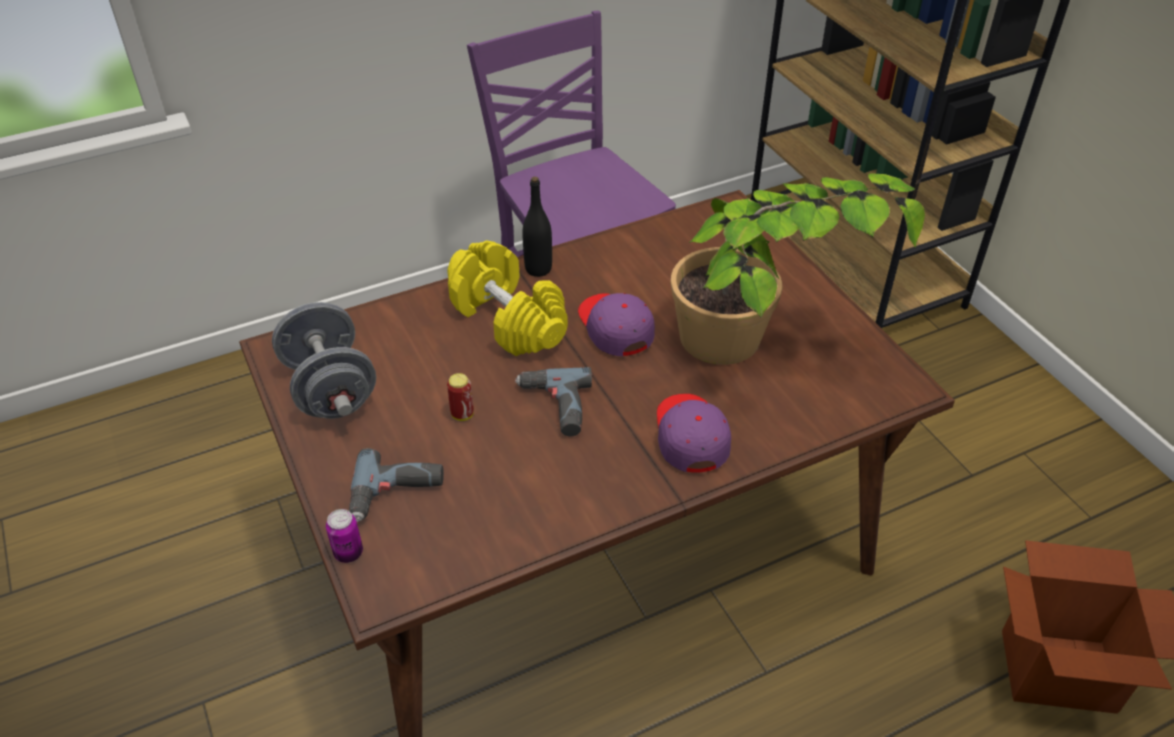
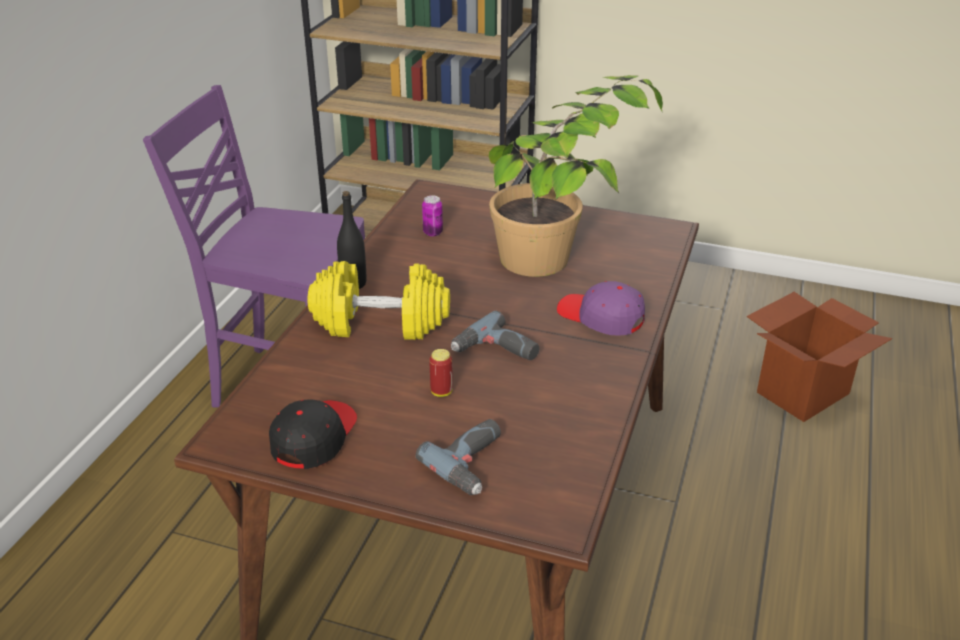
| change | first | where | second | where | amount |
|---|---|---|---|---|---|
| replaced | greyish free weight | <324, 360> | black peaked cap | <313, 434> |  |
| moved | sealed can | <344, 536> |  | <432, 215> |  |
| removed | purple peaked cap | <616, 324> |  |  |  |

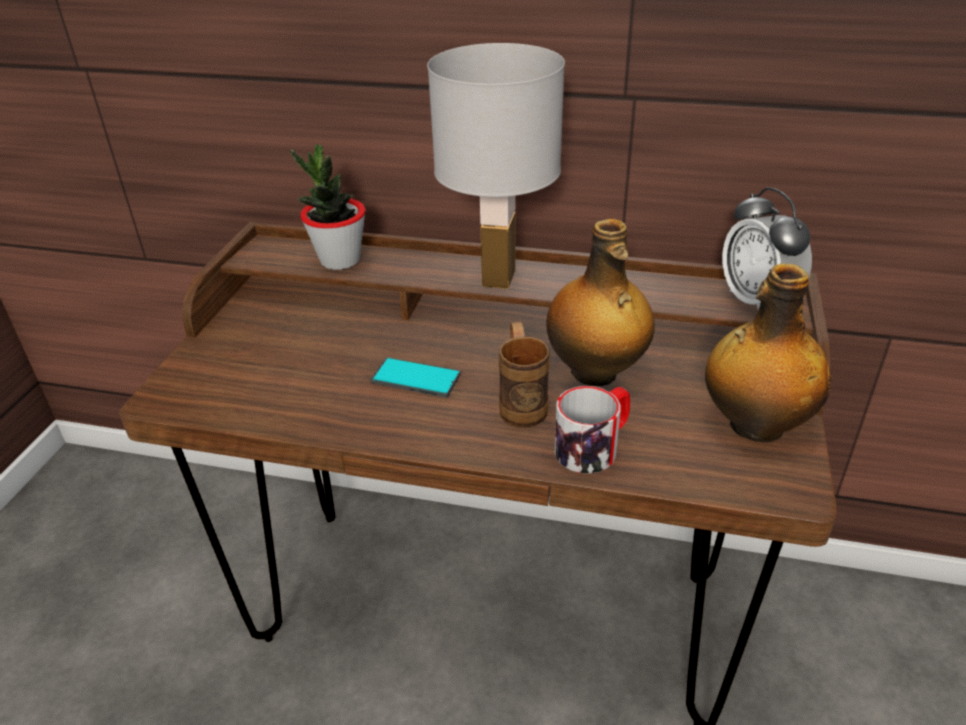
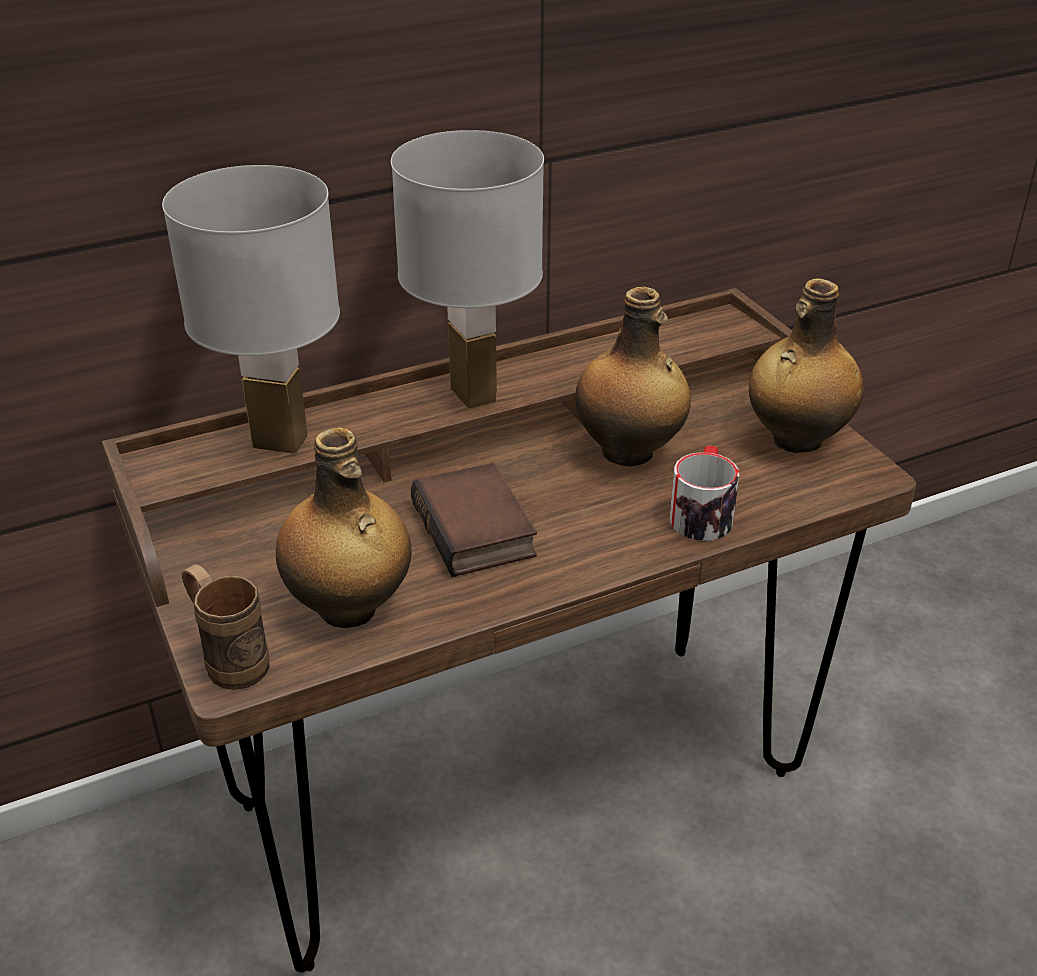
| change | first | where | second | where | amount |
|---|---|---|---|---|---|
| replaced | potted plant | <328, 207> | white tabletop lamp | <251, 309> |  |
| replaced | telephone | <416, 377> | volume | <474, 520> |  |
| moved | brown-coloured mug | <524, 375> |  | <226, 627> |  |
| removed | bedside clock | <767, 248> |  |  |  |
| added |  |  | bottle | <343, 528> |  |

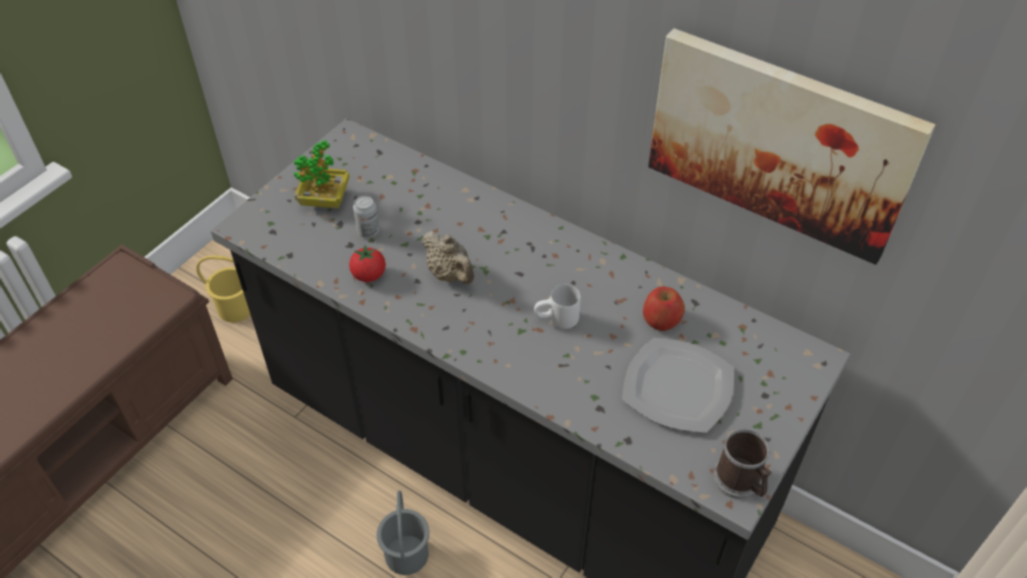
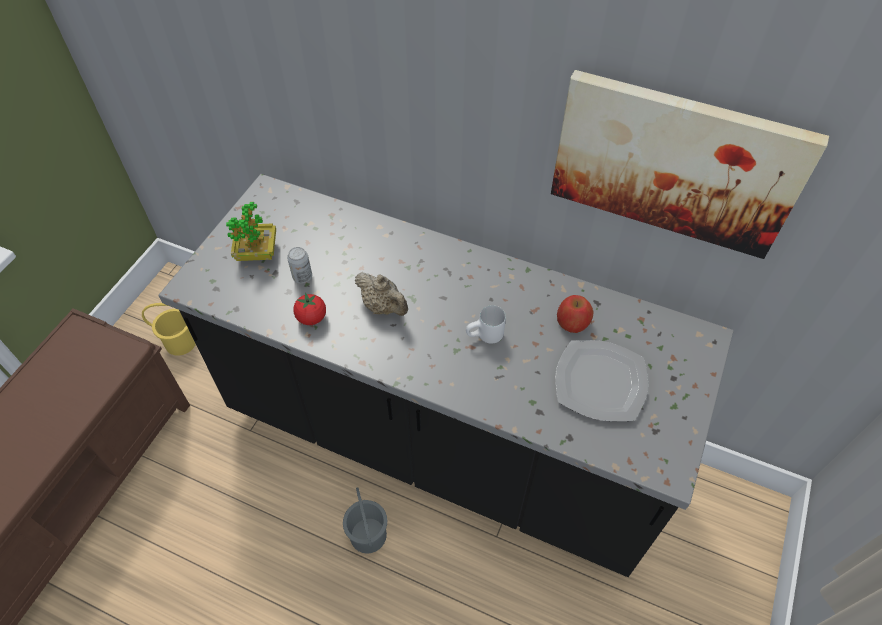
| change | first | where | second | where | amount |
|---|---|---|---|---|---|
| removed | mug | <742, 464> |  |  |  |

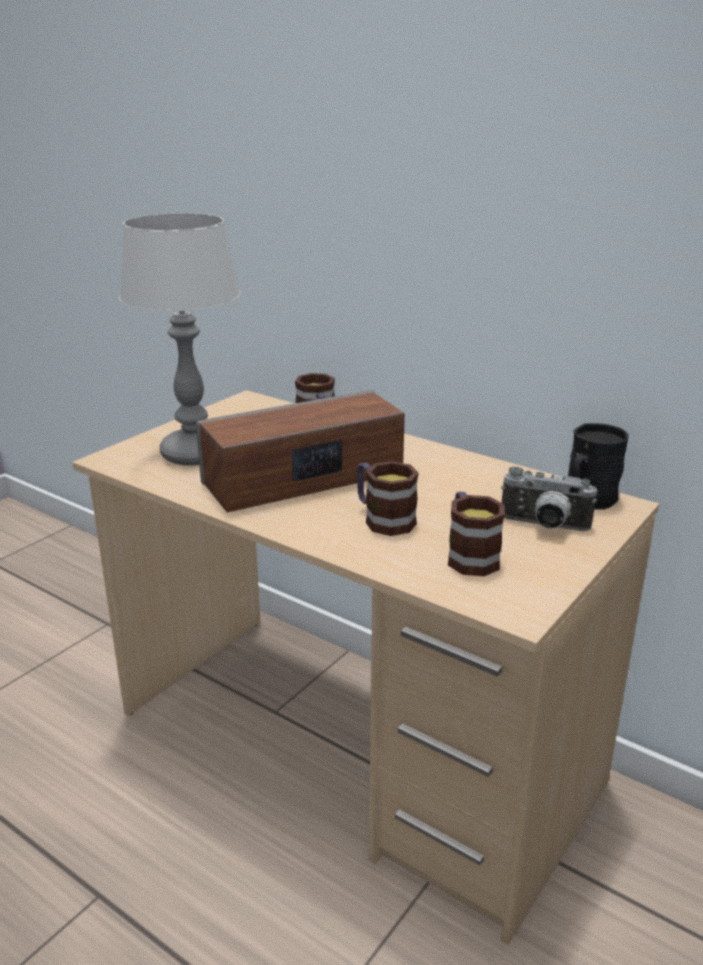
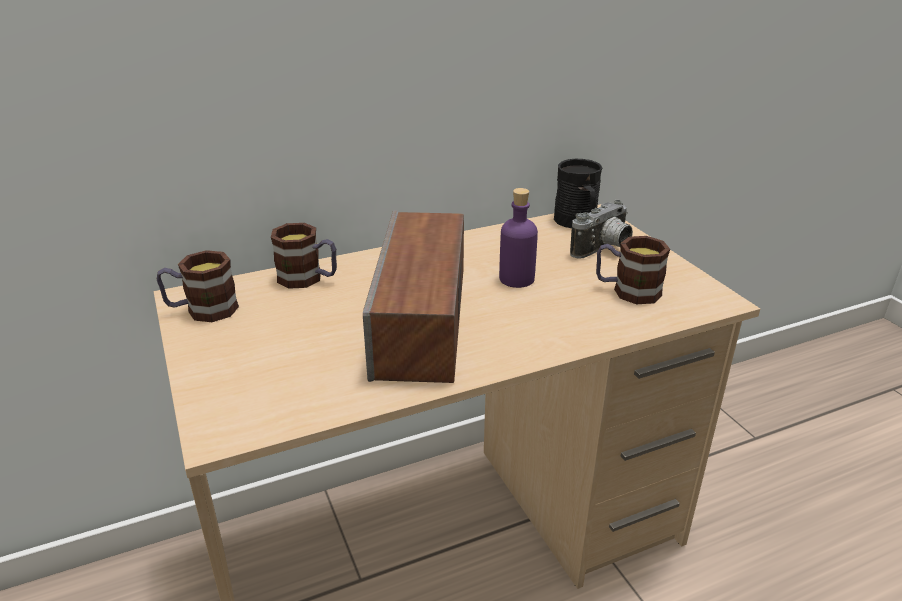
| change | first | where | second | where | amount |
|---|---|---|---|---|---|
| removed | tabletop lamp | <180, 339> |  |  |  |
| moved | mug | <388, 498> |  | <198, 286> |  |
| added |  |  | purple bottle | <518, 238> |  |

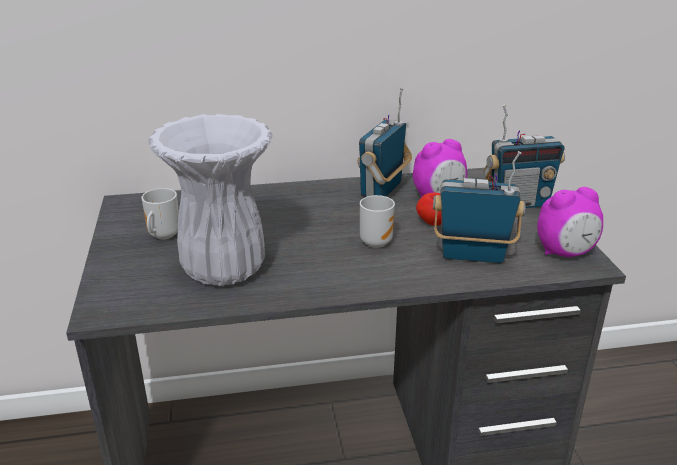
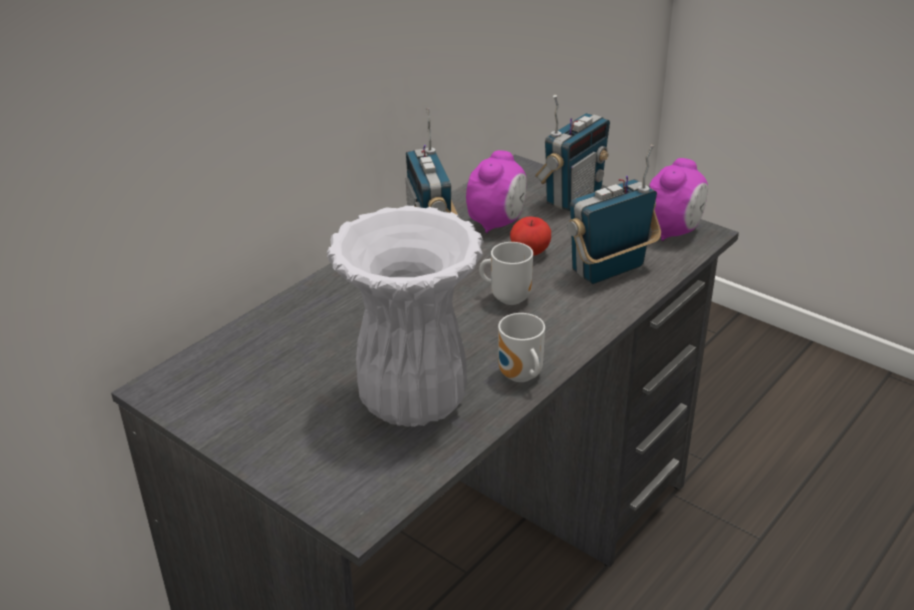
| change | first | where | second | where | amount |
|---|---|---|---|---|---|
| moved | mug | <160, 214> |  | <521, 347> |  |

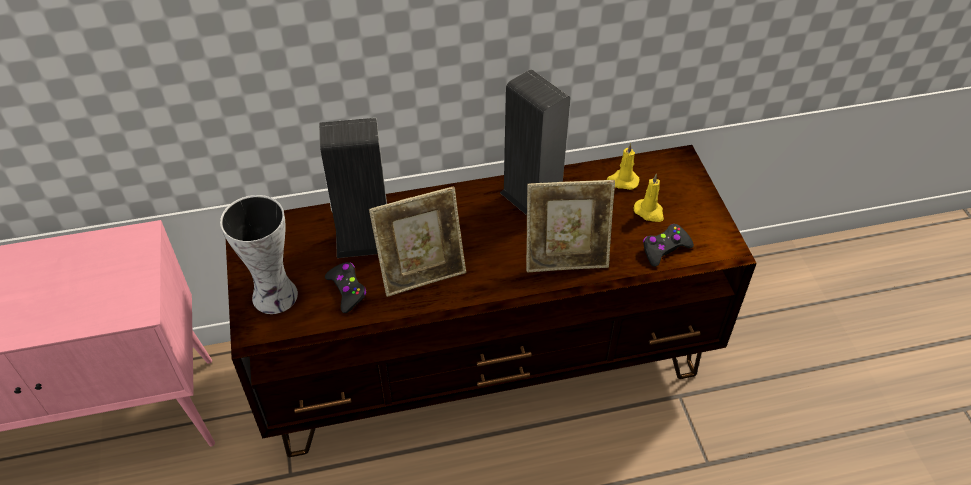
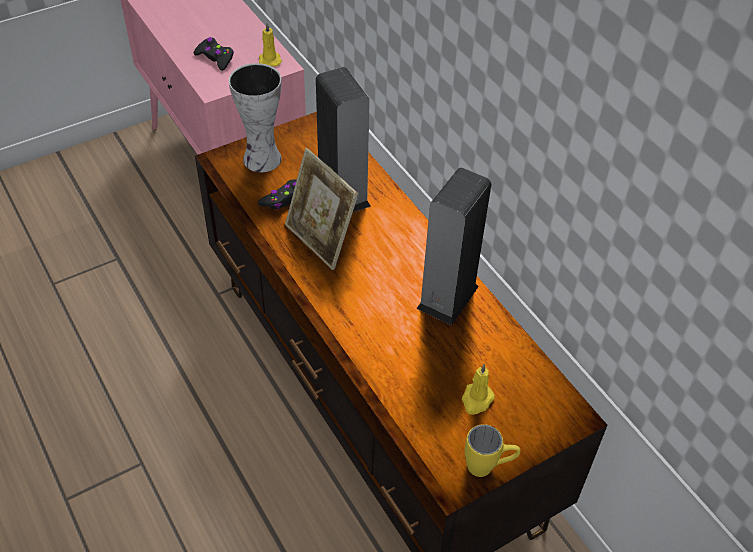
| change | first | where | second | where | amount |
|---|---|---|---|---|---|
| removed | picture frame | <570, 226> |  |  |  |
| moved | yellow-coloured candle | <623, 166> |  | <270, 44> |  |
| moved | black game controller | <668, 245> |  | <213, 54> |  |
| added |  |  | yellow-coloured mug | <492, 450> |  |

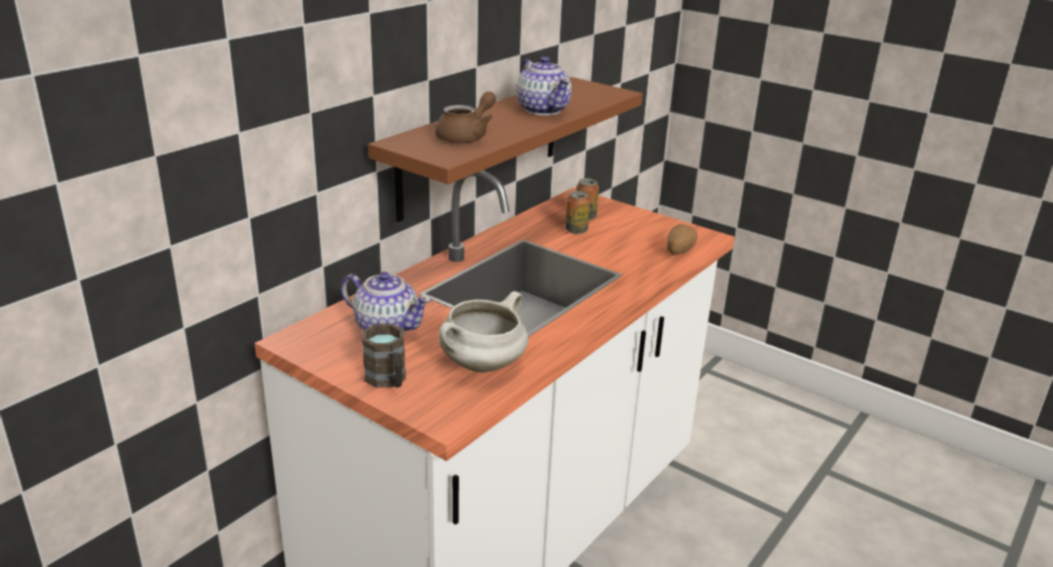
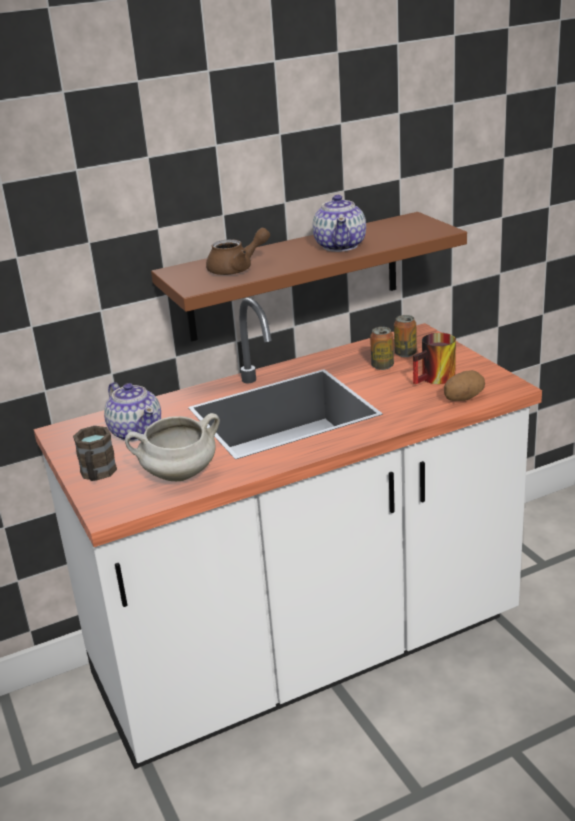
| change | first | where | second | where | amount |
|---|---|---|---|---|---|
| added |  |  | mug | <434, 358> |  |

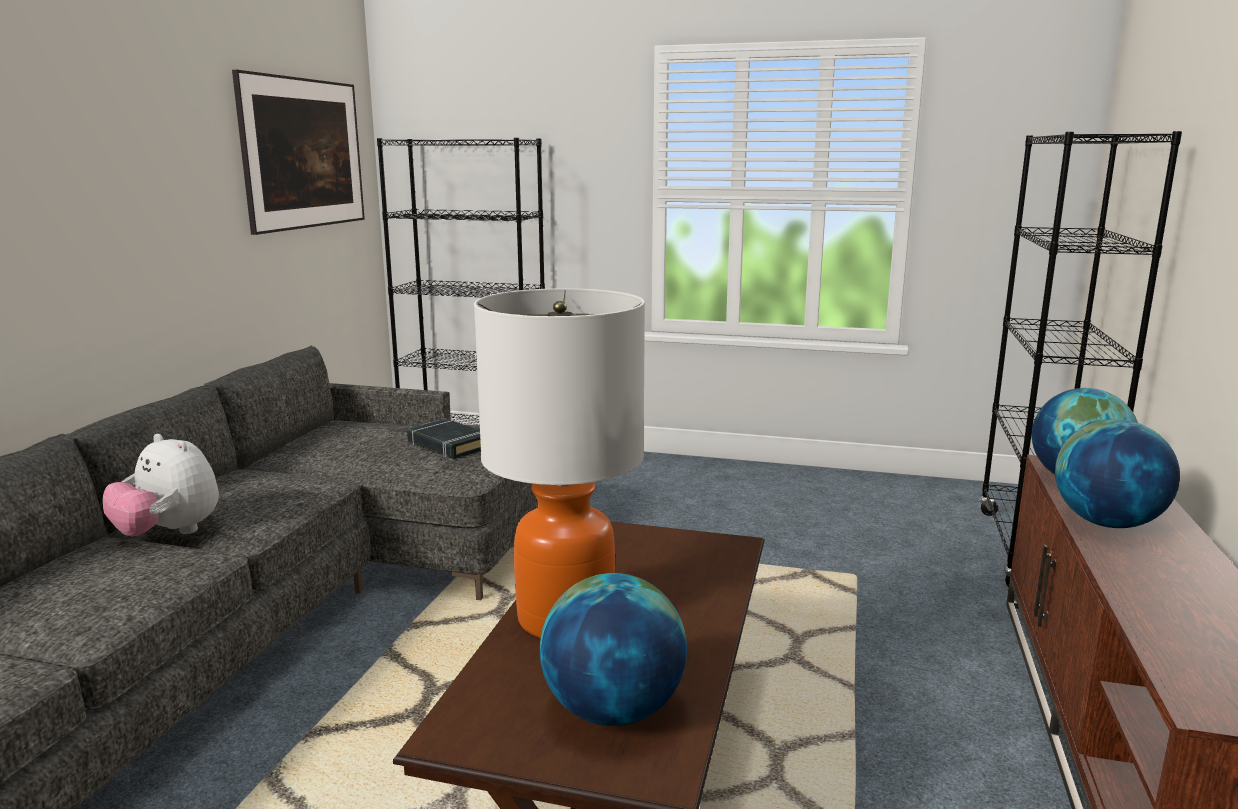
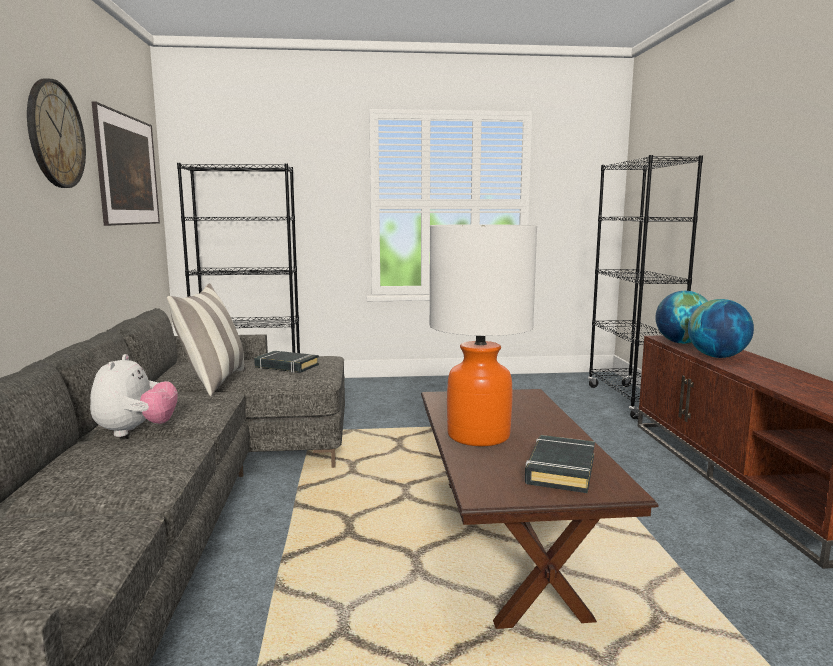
| change | first | where | second | where | amount |
|---|---|---|---|---|---|
| turned | plush toy | <161, 485> |  | <134, 395> | 105 degrees counterclockwise |
| replaced | globe | <613, 649> | black volume | <560, 464> |  |
| added |  |  | clock on the wall | <56, 133> |  |
| added |  |  | cushion | <206, 339> |  |

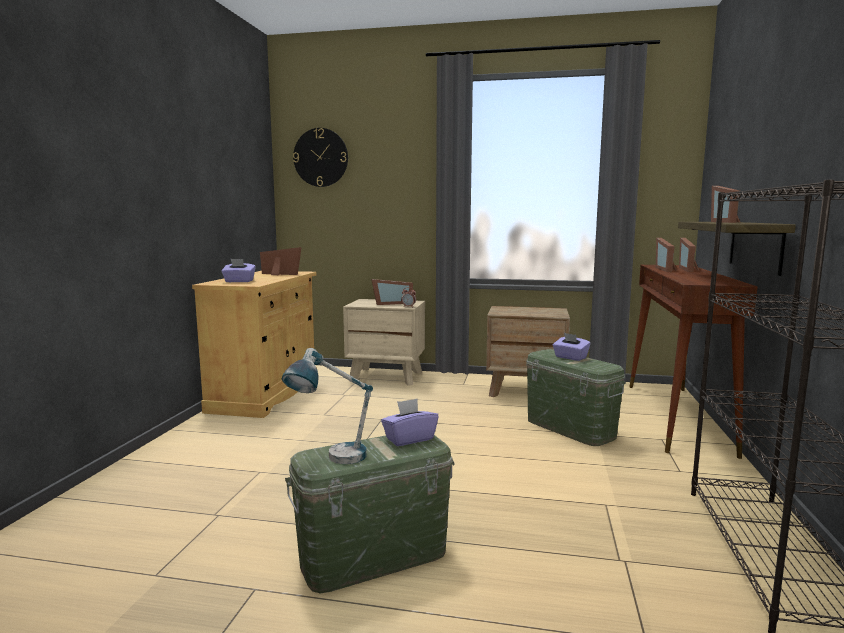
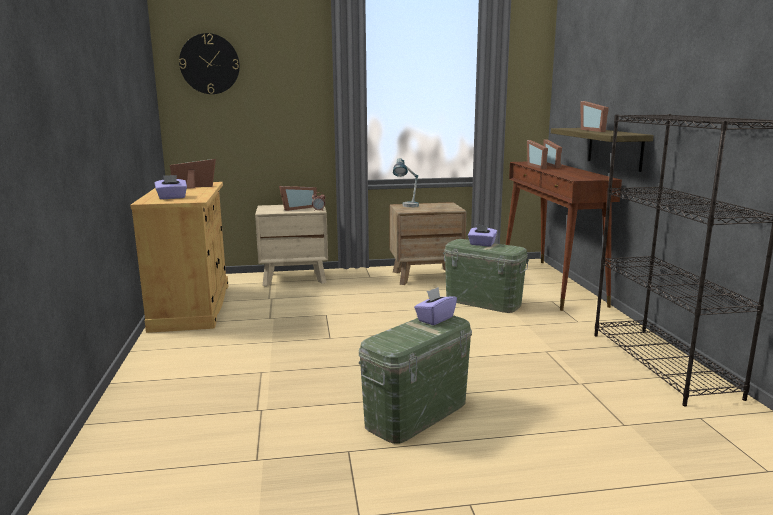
| change | first | where | second | where | amount |
|---|---|---|---|---|---|
| moved | tabletop lamp | <327, 406> |  | <406, 182> |  |

